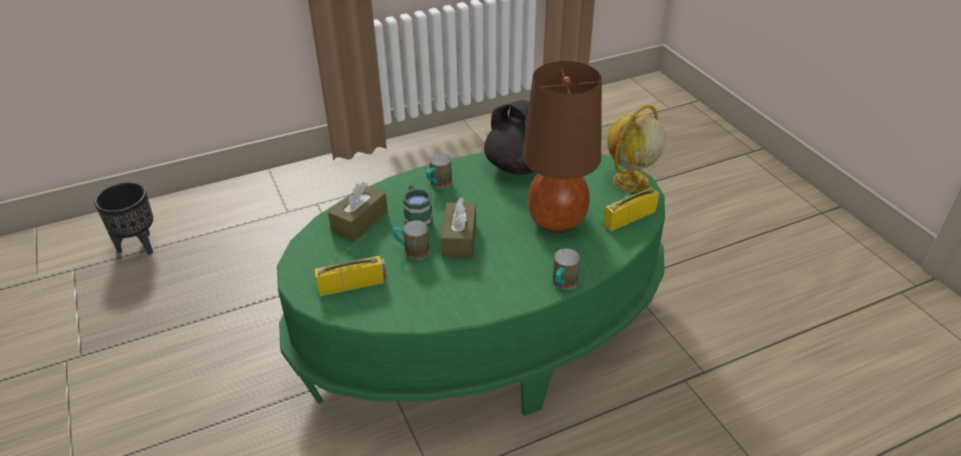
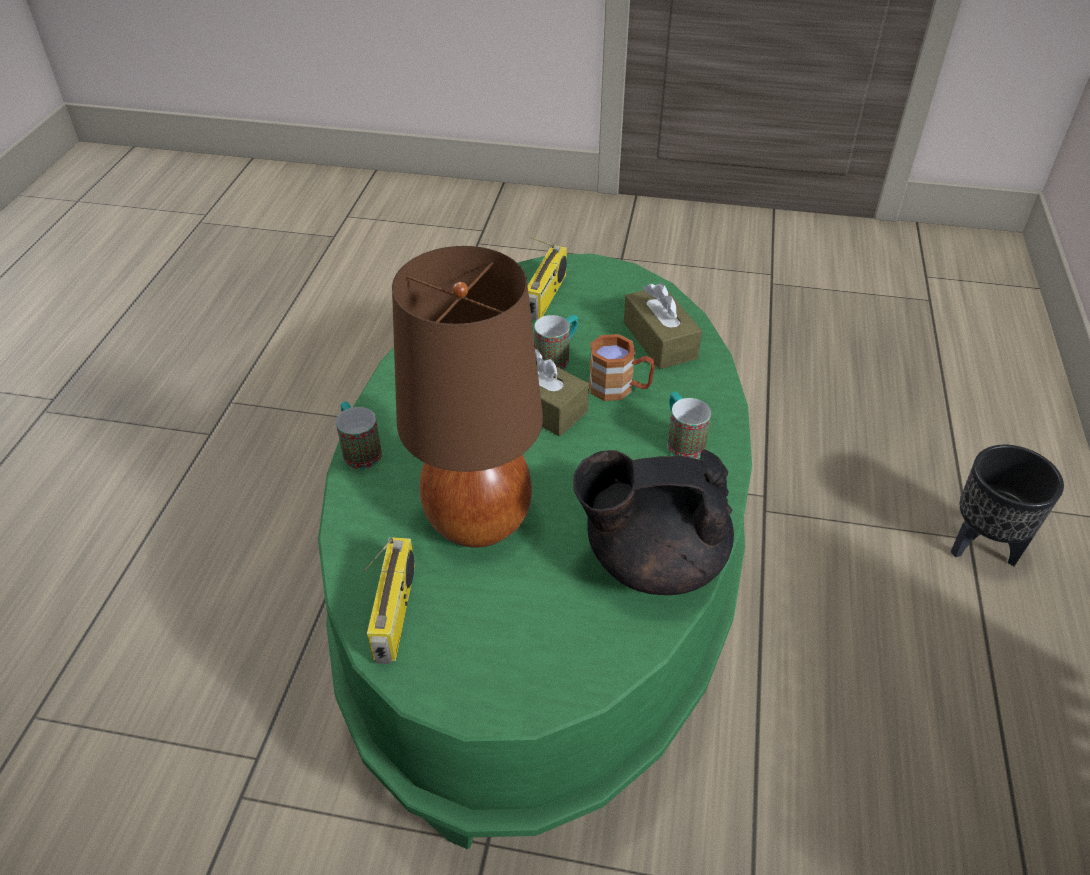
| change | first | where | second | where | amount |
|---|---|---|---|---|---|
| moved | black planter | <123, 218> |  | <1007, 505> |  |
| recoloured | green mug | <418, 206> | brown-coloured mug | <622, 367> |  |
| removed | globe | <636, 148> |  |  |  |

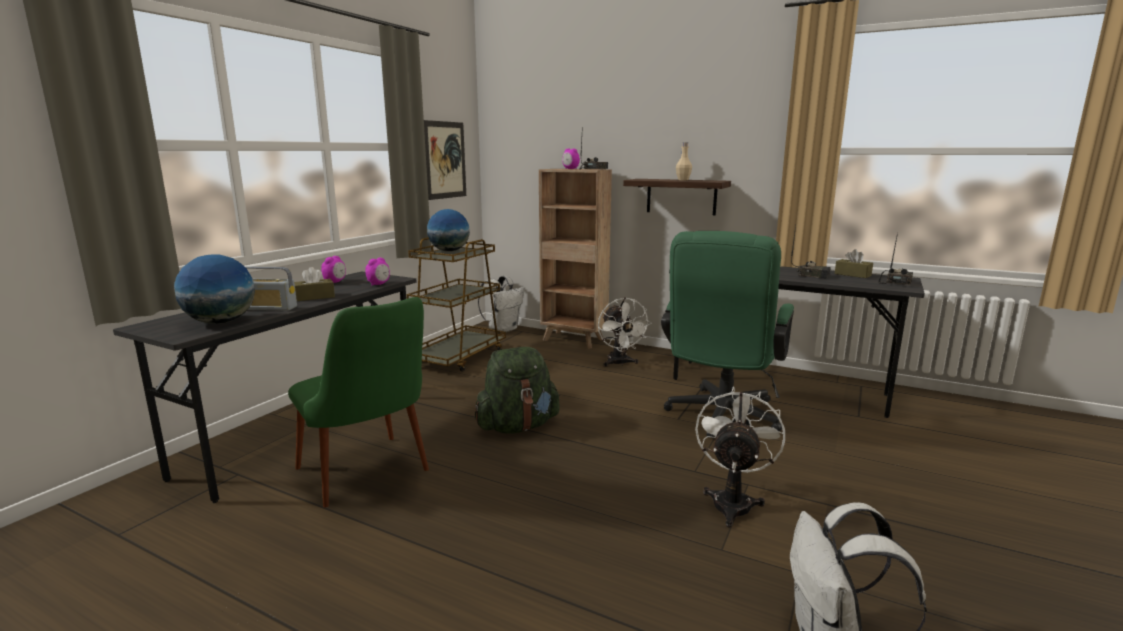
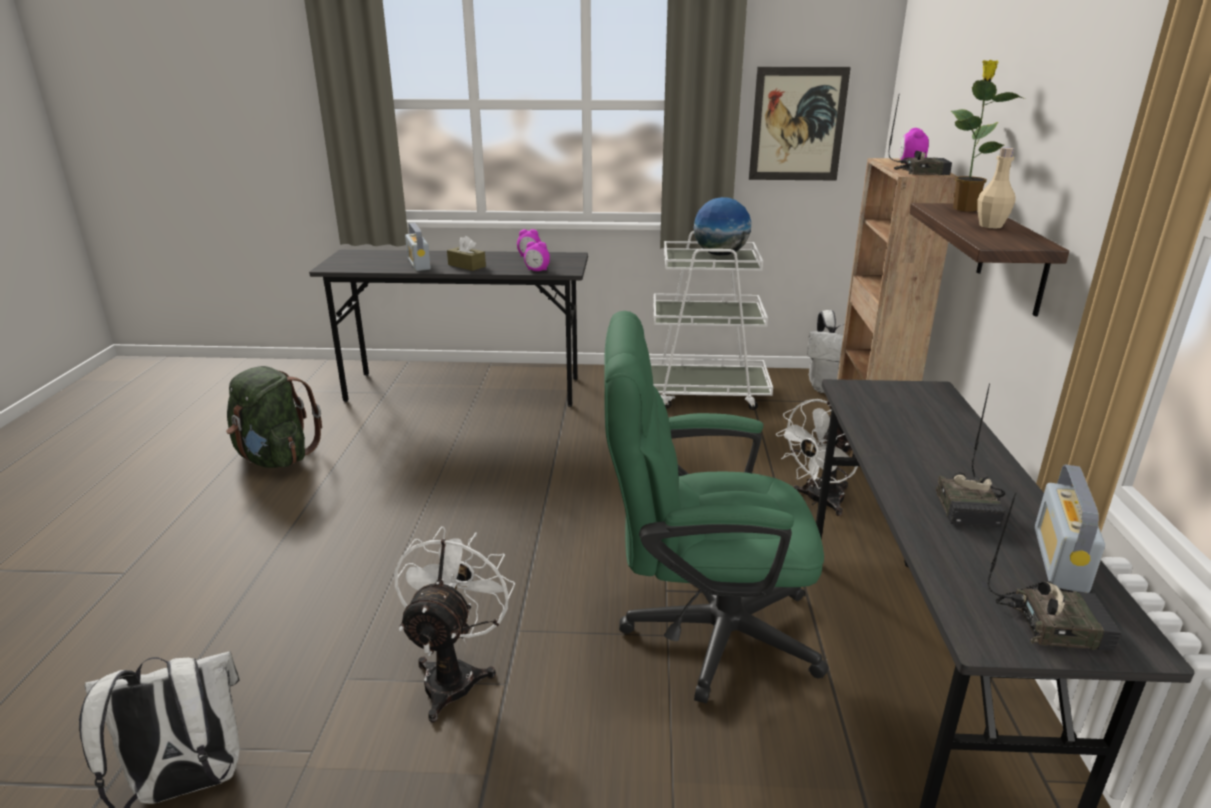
| change | first | where | second | where | amount |
|---|---|---|---|---|---|
| removed | globe | <214, 289> |  |  |  |
| removed | green upright chair | <358, 402> |  |  |  |
| recoloured | brown-coloured trolley | <456, 304> | white trolley | <711, 320> |  |
| moved | green rucksack | <517, 390> |  | <274, 417> |  |
| turned | white fan | <740, 457> |  | <454, 624> | 75 degrees counterclockwise |
| replaced | brown-coloured tissue box | <854, 263> | radio receiver | <1070, 529> |  |
| added |  |  | potted plant | <988, 135> |  |

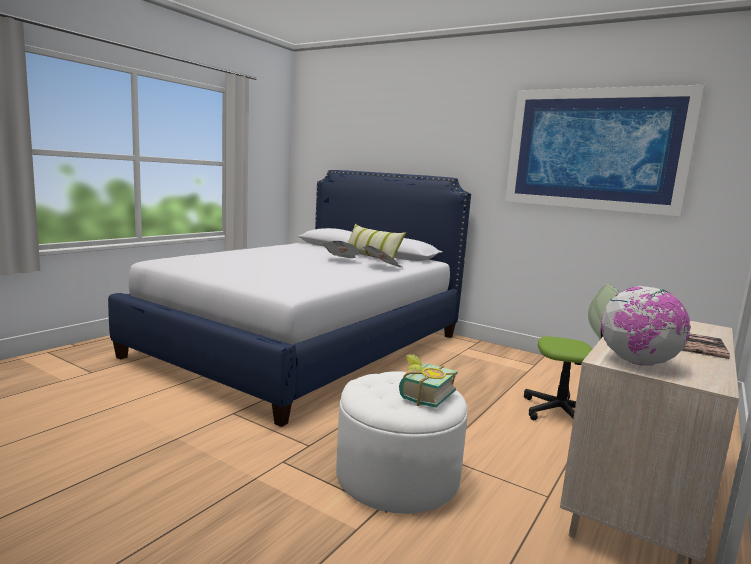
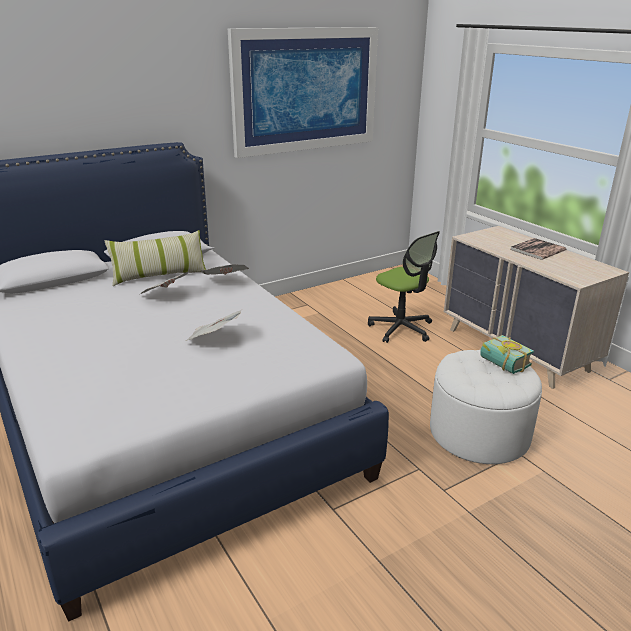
| change | first | where | second | where | amount |
|---|---|---|---|---|---|
| turned | computer chair | <571, 352> |  | <404, 287> | 105 degrees clockwise |
| removed | globe | <646, 326> |  |  |  |
| added |  |  | daily paper | <214, 325> |  |

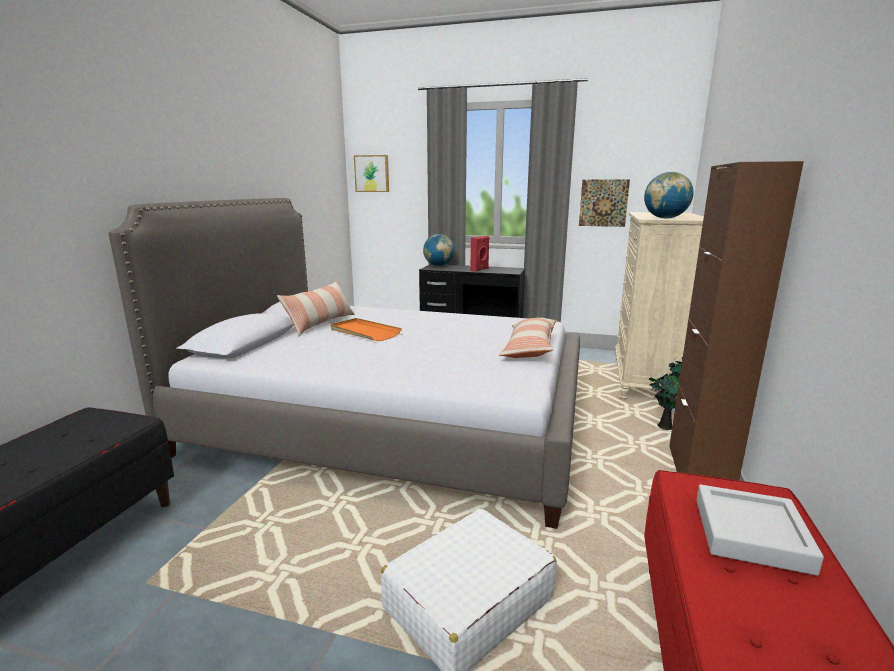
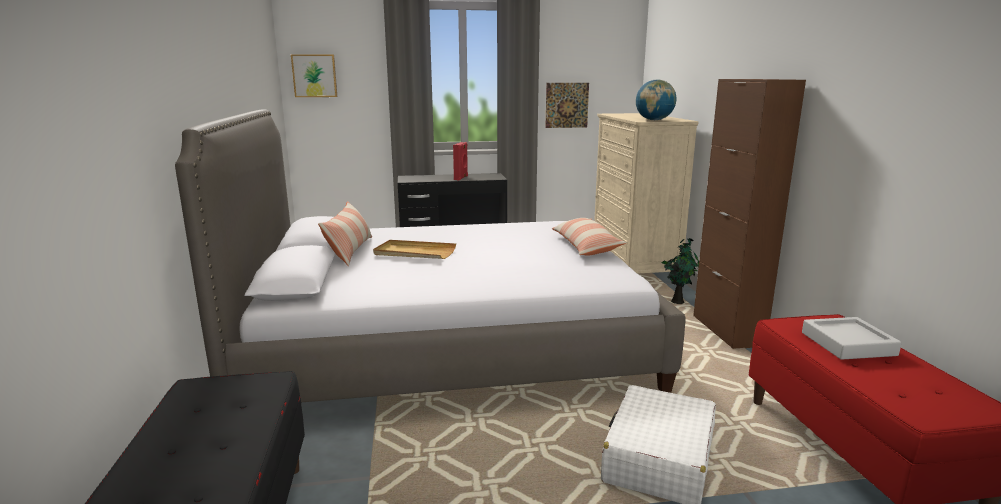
| change | first | where | second | where | amount |
|---|---|---|---|---|---|
| recoloured | orange-coloured serving tray | <366, 329> | beige-coloured serving tray | <414, 249> |  |
| removed | globe | <439, 250> |  |  |  |

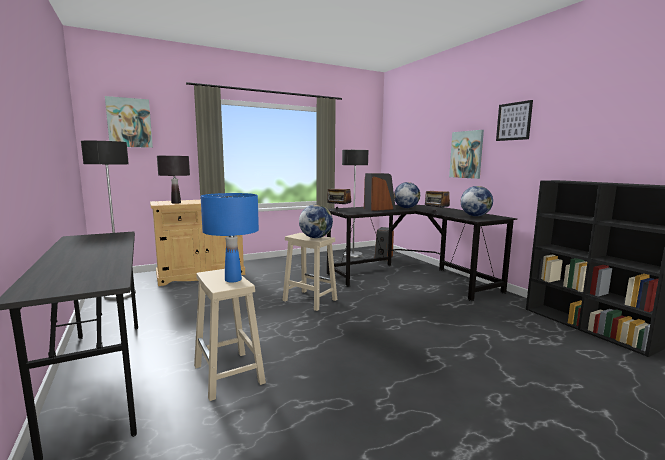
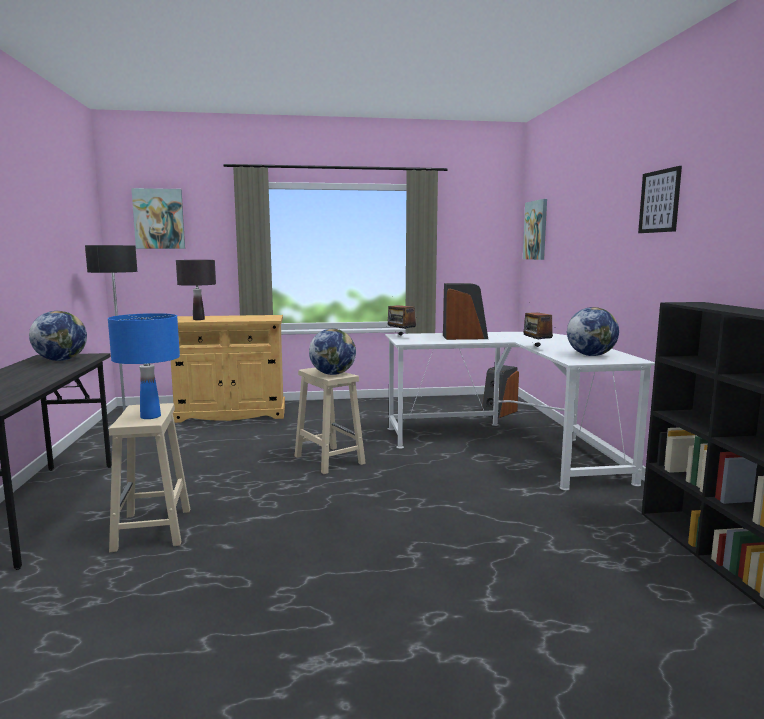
| change | first | where | second | where | amount |
|---|---|---|---|---|---|
| recoloured | black desk table | <421, 253> | white desk table | <520, 411> |  |
| removed | floor lamp | <355, 204> |  |  |  |
| moved | globe | <407, 195> |  | <58, 336> |  |
| moved | picture | <466, 154> |  | <535, 229> |  |

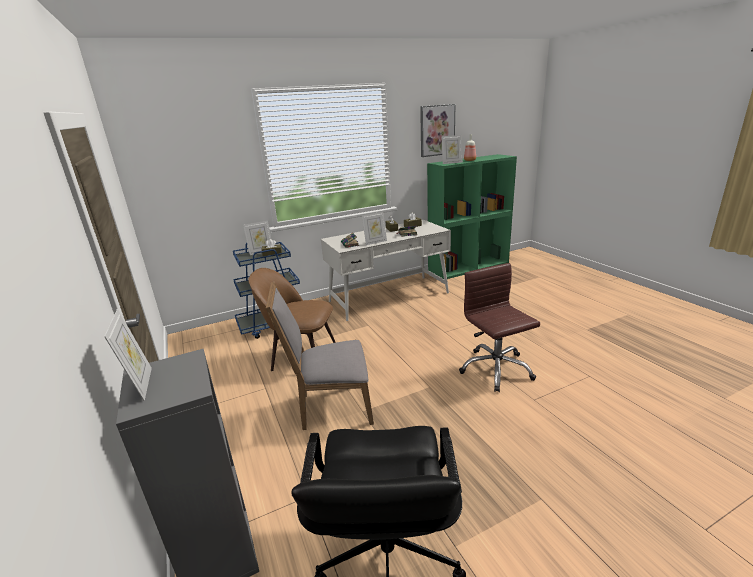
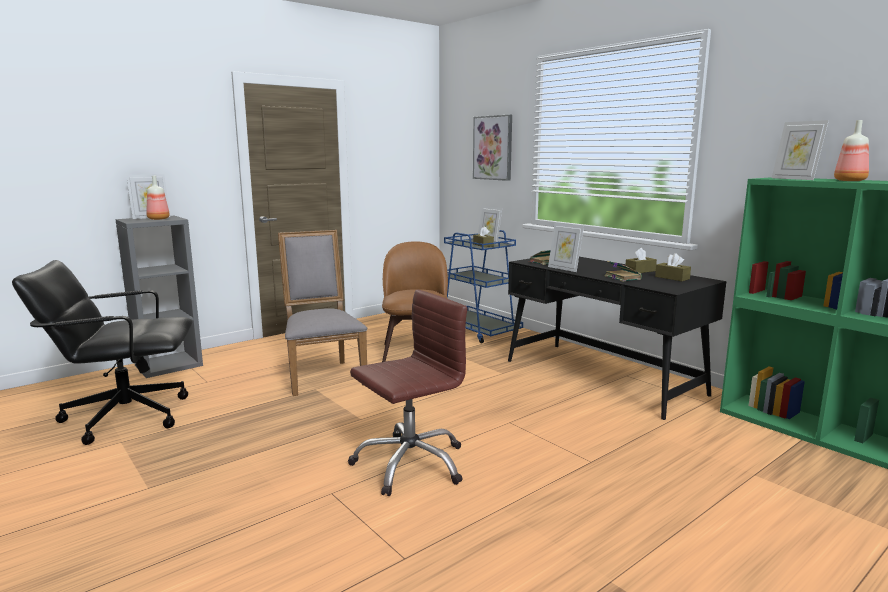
| change | first | where | second | where | amount |
|---|---|---|---|---|---|
| recoloured | white desk table | <386, 270> | black desk table | <617, 338> |  |
| moved | picture | <437, 130> |  | <492, 148> |  |
| added |  |  | bottle | <158, 198> |  |

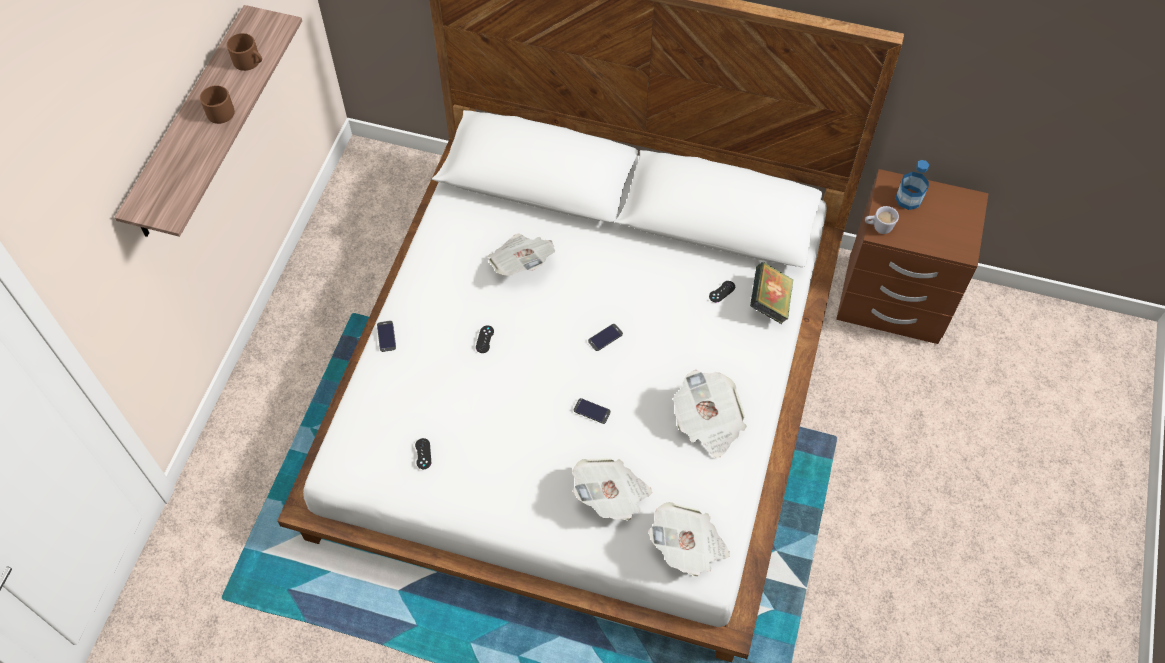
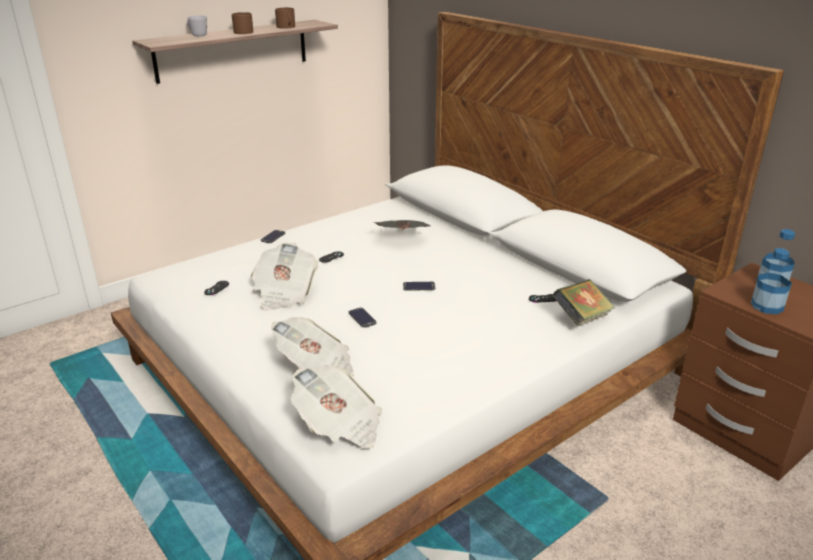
| change | first | where | second | where | amount |
|---|---|---|---|---|---|
| moved | daily paper | <710, 414> |  | <284, 276> |  |
| moved | white mug | <882, 220> |  | <197, 26> |  |
| added |  |  | bottle | <771, 281> |  |

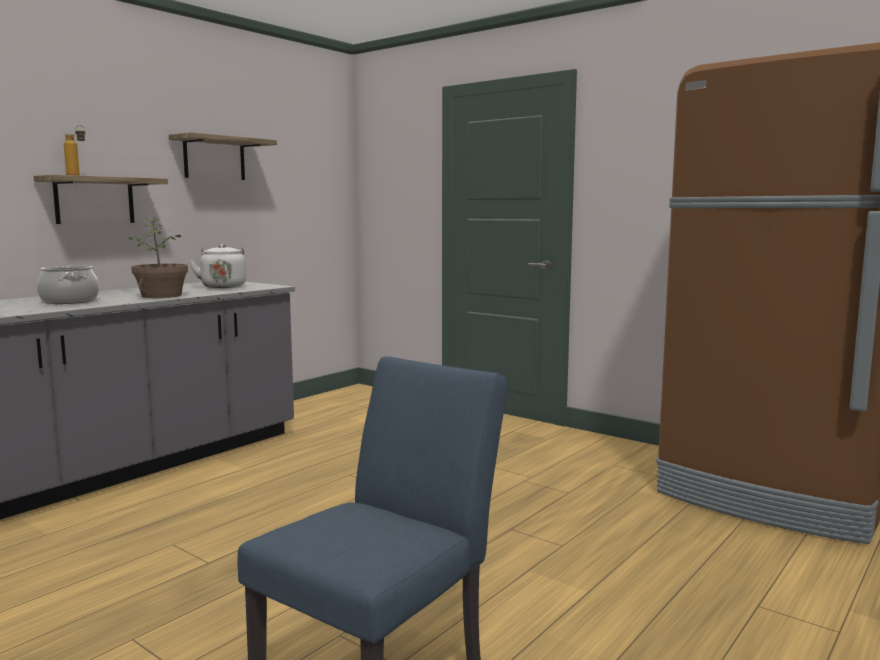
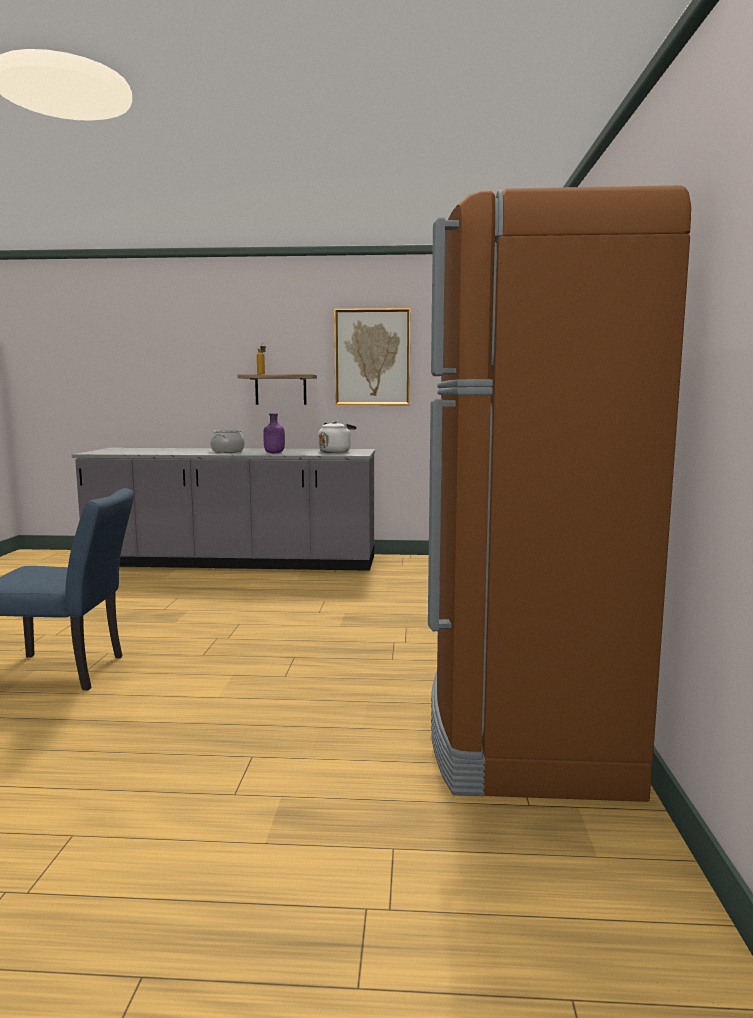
| change | first | where | second | where | amount |
|---|---|---|---|---|---|
| replaced | potted plant | <158, 257> | purple bottle | <274, 433> |  |
| replaced | shelf | <223, 156> | picture | <372, 356> |  |

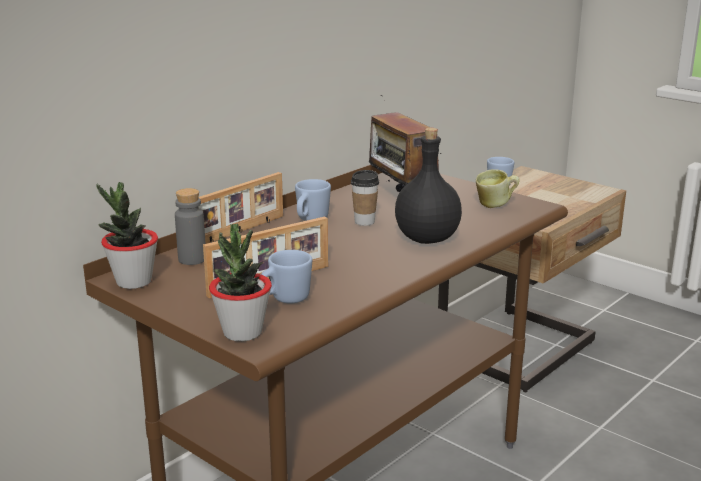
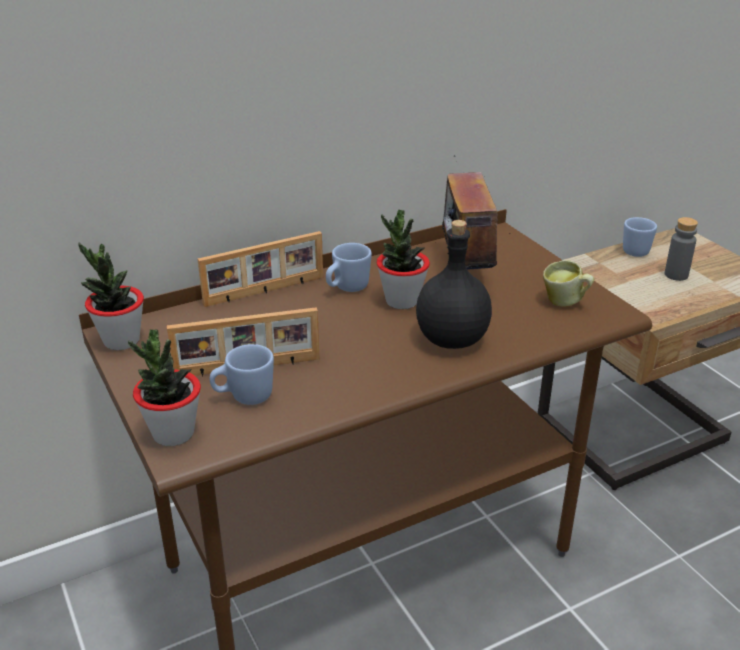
| change | first | where | second | where | amount |
|---|---|---|---|---|---|
| moved | greyish bottle | <190, 226> |  | <681, 249> |  |
| replaced | small cup | <365, 198> | potted plant | <403, 259> |  |

